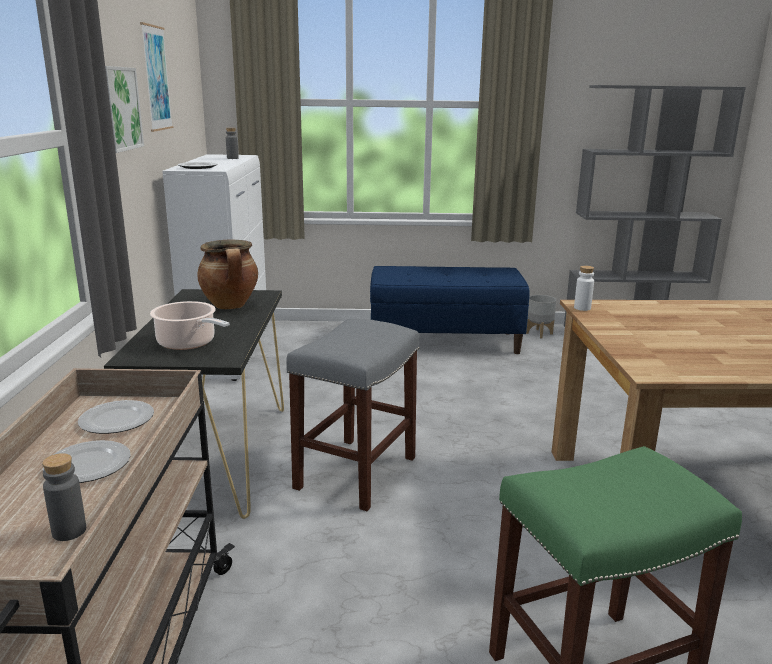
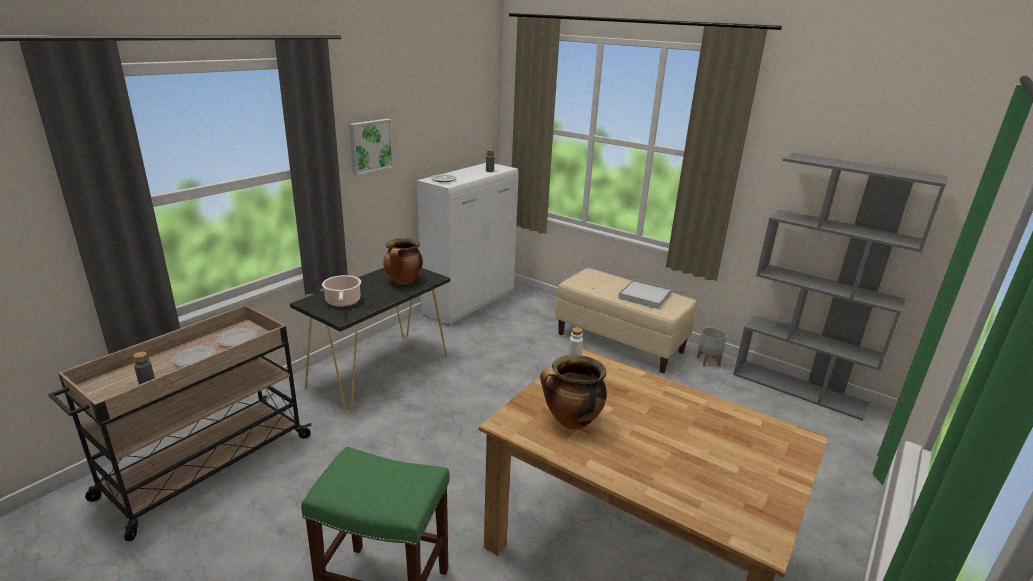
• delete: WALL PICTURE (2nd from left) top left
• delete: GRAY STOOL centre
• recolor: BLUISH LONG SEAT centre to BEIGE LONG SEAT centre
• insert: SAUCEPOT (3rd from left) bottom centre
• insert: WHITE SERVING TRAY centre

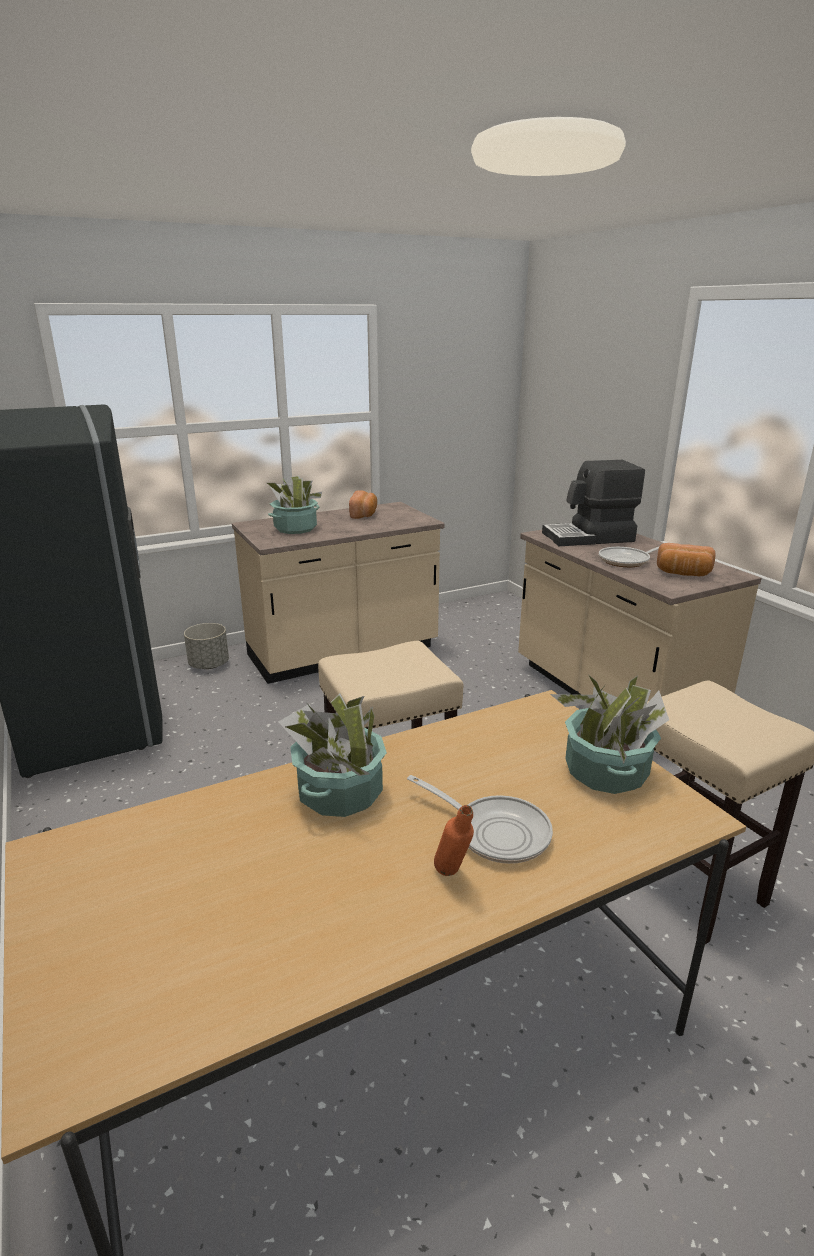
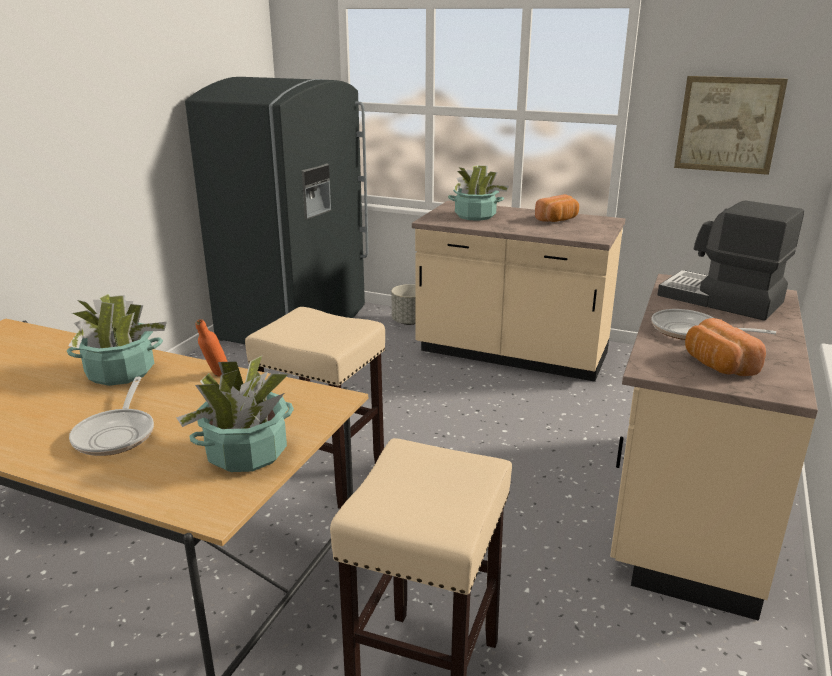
• move: ORANGEY BOTTLE bottom centre to middle left
• insert: WALL PICTURE top right

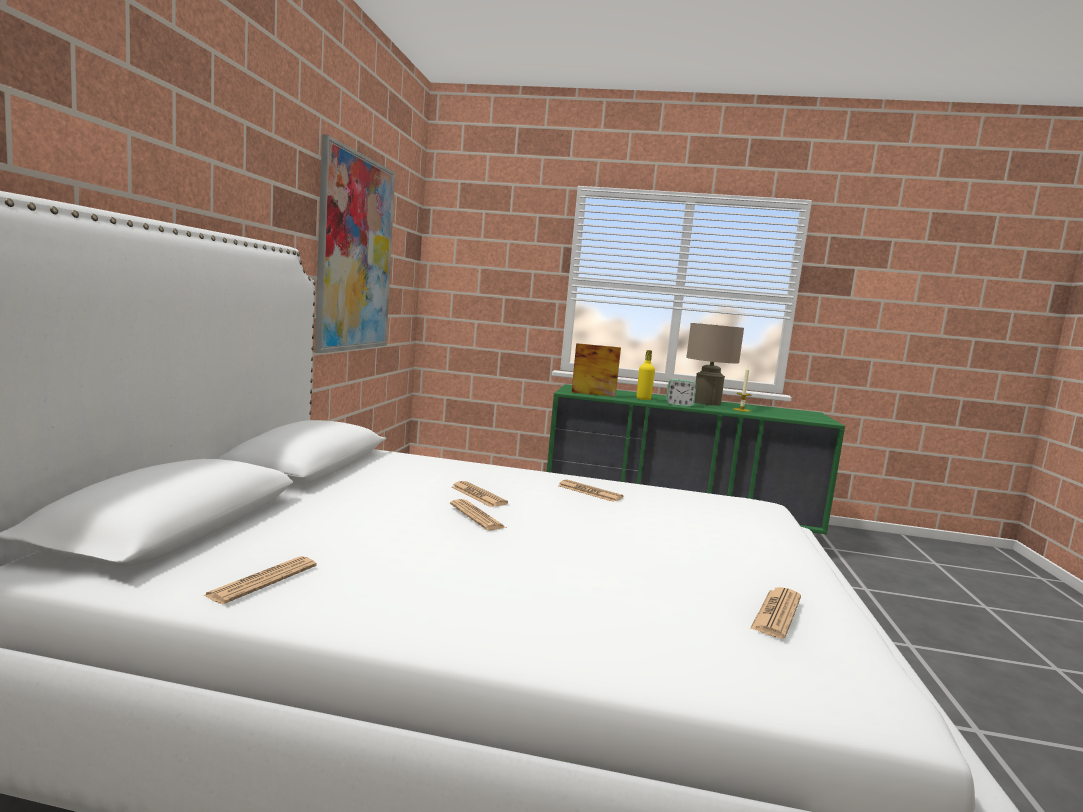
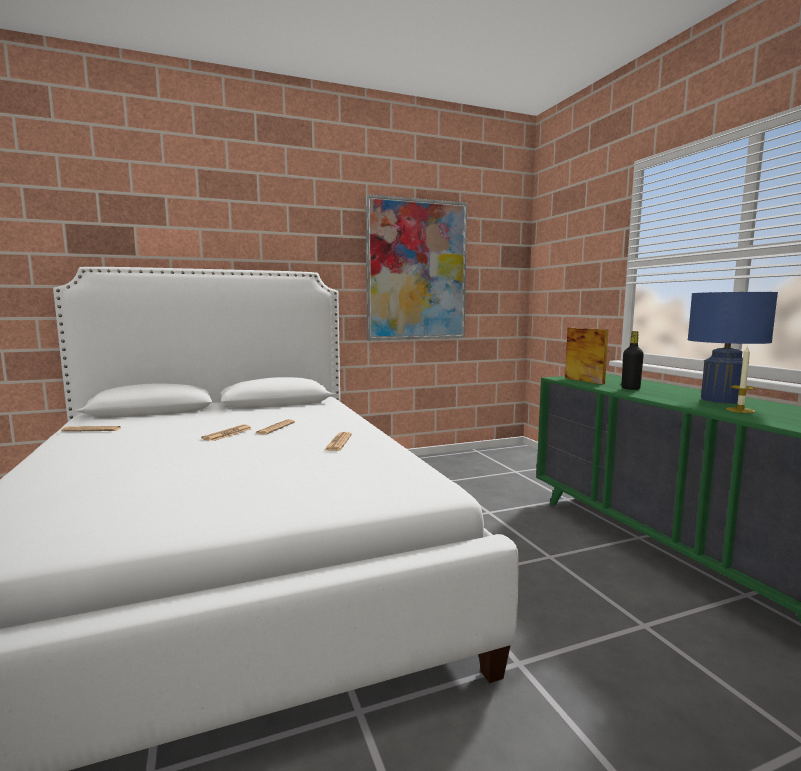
• recolor: YELLOWISH BOTTLE centre to BLACK BOTTLE middle right
• delete: BEDSIDE CLOCK centre
• recolor: BEIGE LAMP FOR A TABLE centre to BLUISH LAMP FOR A TABLE middle right
• delete: DAILY PAPER (5th from left) bottom right

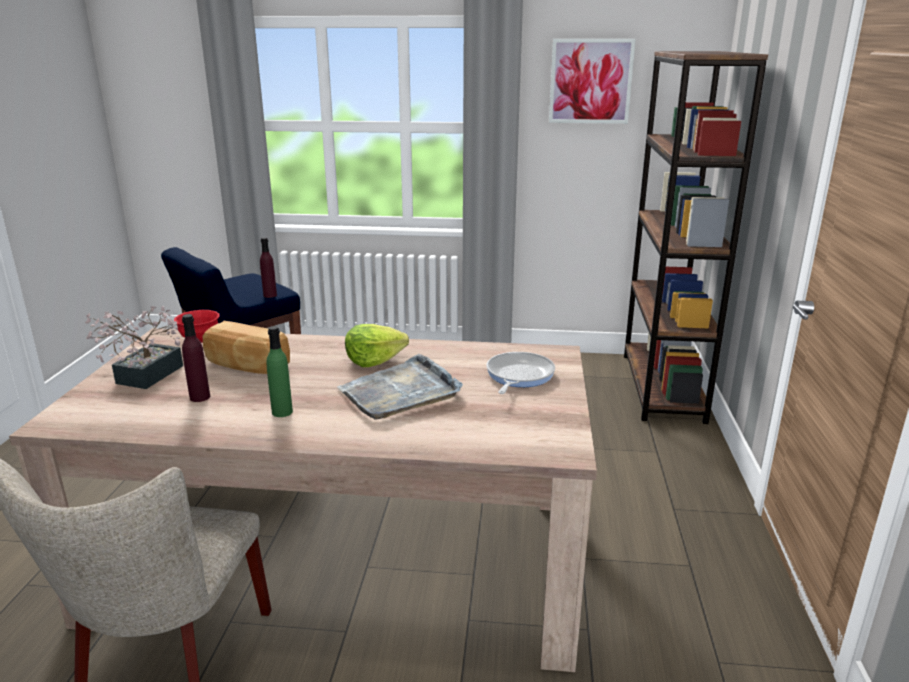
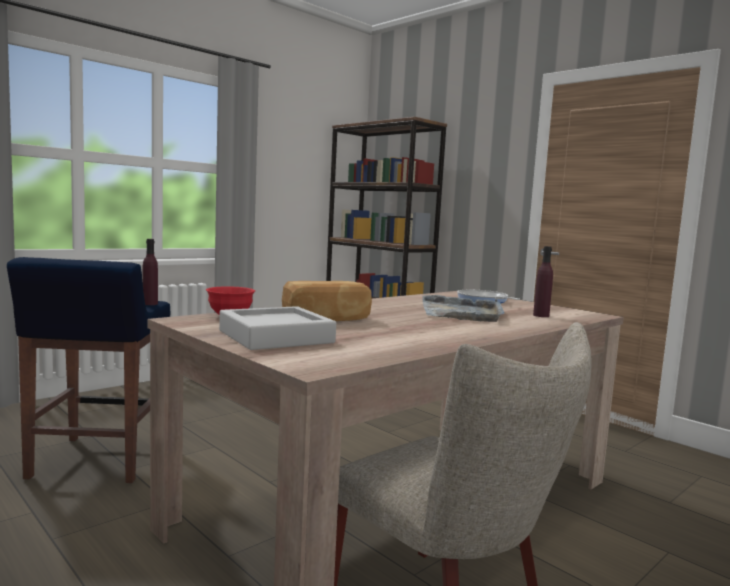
• replace: POTTED PLANT middle left to GRAY SERVING TRAY (1st from left) centre
• move: PURPLE-COLOURED BOTTLE (1st from left in the first image) middle left to PURPLE-COLOURED BOTTLE (2nd from left) middle right
• delete: GREEN-COLOURED BOTTLE middle left
• delete: HEAD OF LETTUCE centre
• delete: WALL PICTURE top centre

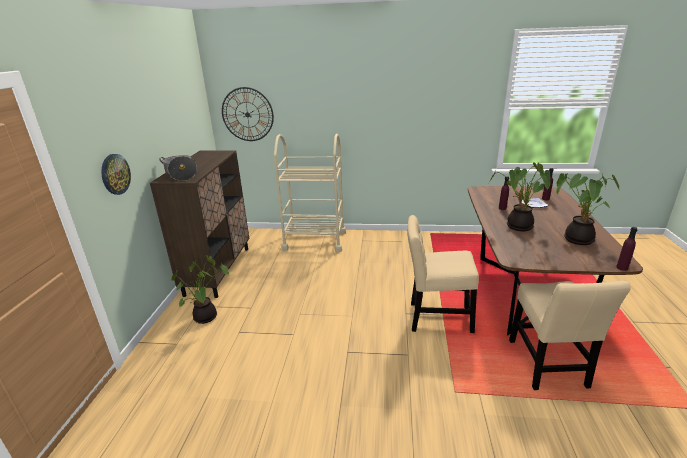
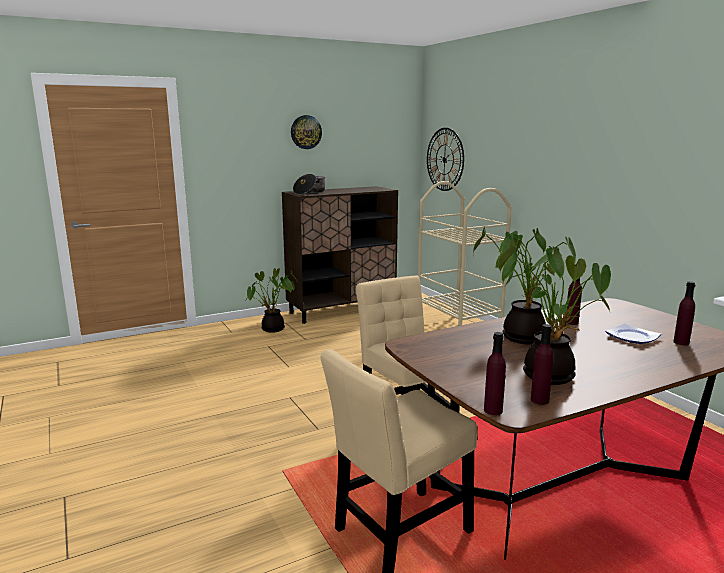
• move: WALL CLOCK (1st from left) middle left to top centre
• insert: PURPLE-COLOURED BOTTLE (2nd from left) middle right

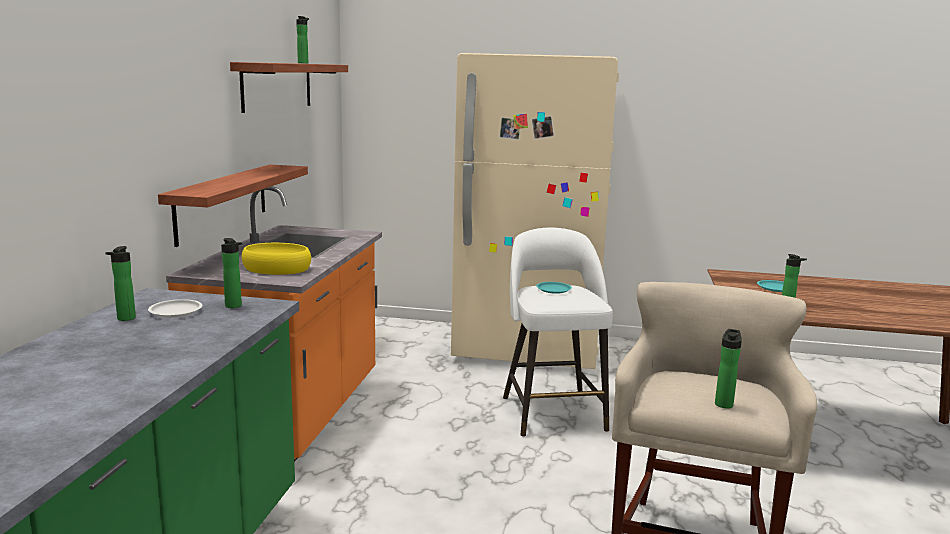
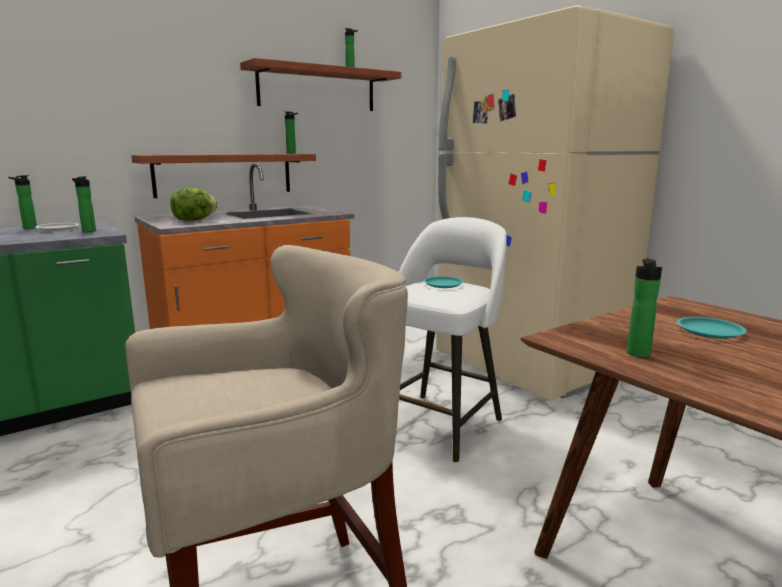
• replace: YELLOWISH DEEP DISH middle left to HEAD OF LETTUCE middle left
• move: BOTTLE (4th from left in the first image) bottom right to BOTTLE (3rd from left) top centre

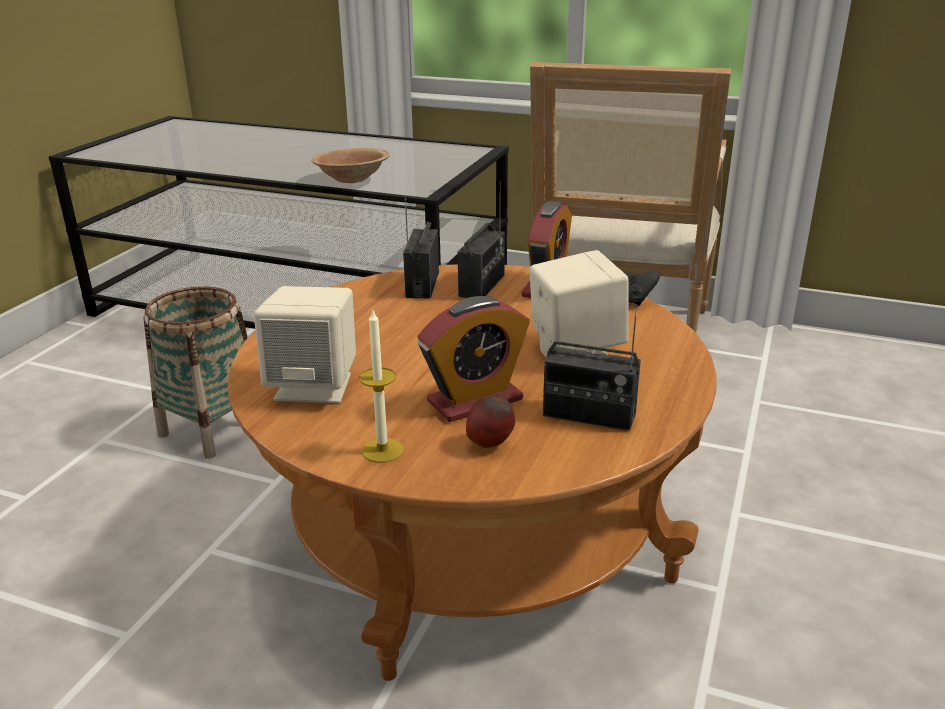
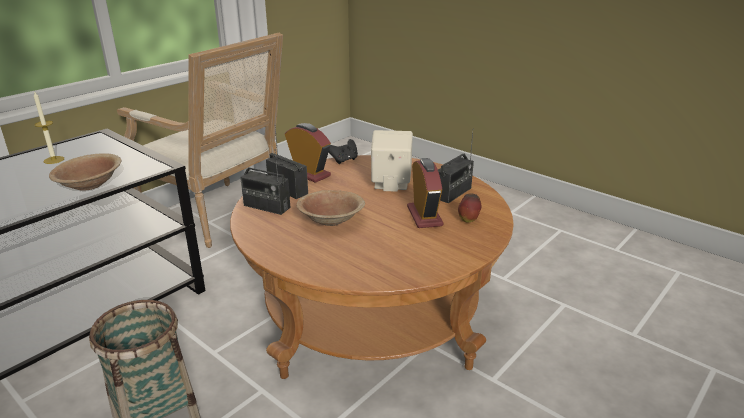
• delete: BEIGE SPEAKER (1st from left) middle left
• move: WAX CANDLE centre to top left
• insert: BROWNISH DEEP DISH (2nd from left) centre

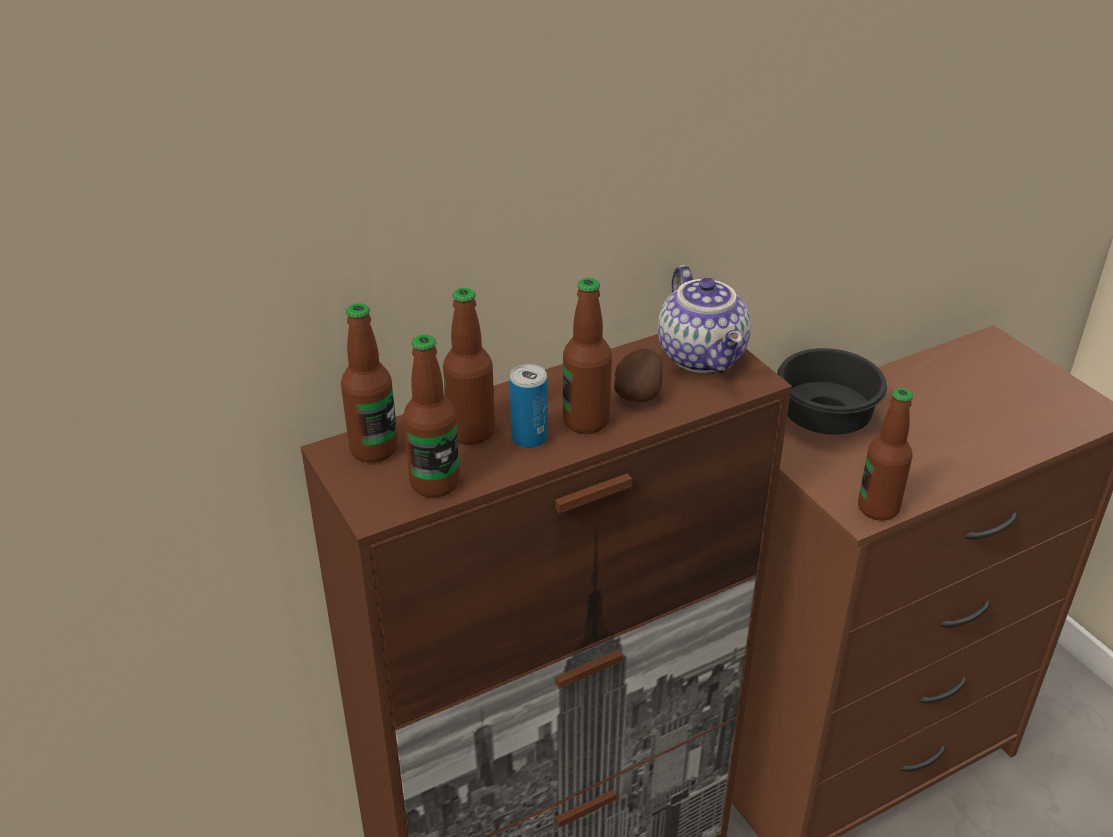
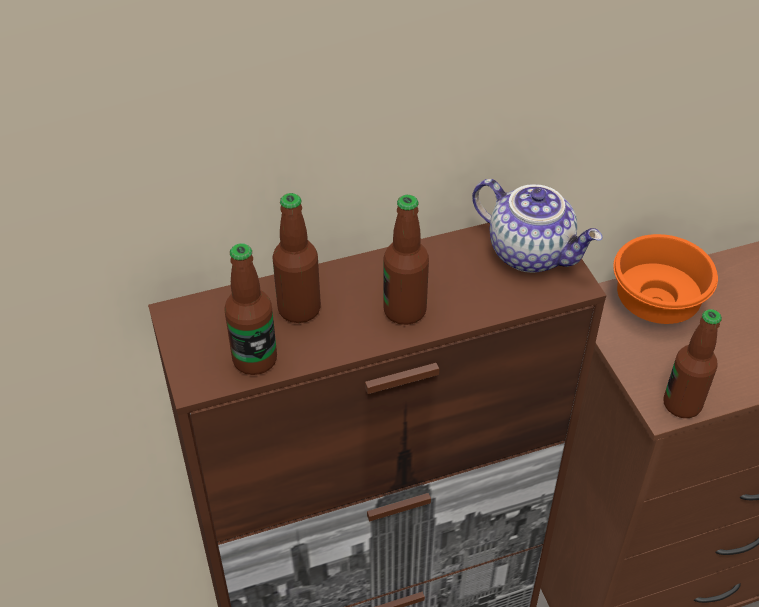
• delete: BOTTLE (1st from left) middle left
• delete: SEALED CAN centre
• delete: POTATO centre
• rotate: POT FOR TEA centre = middle right 45 degrees counterclockwise
• recolor: BLACK DEEP DISH middle right to ORANGEY DEEP DISH middle right

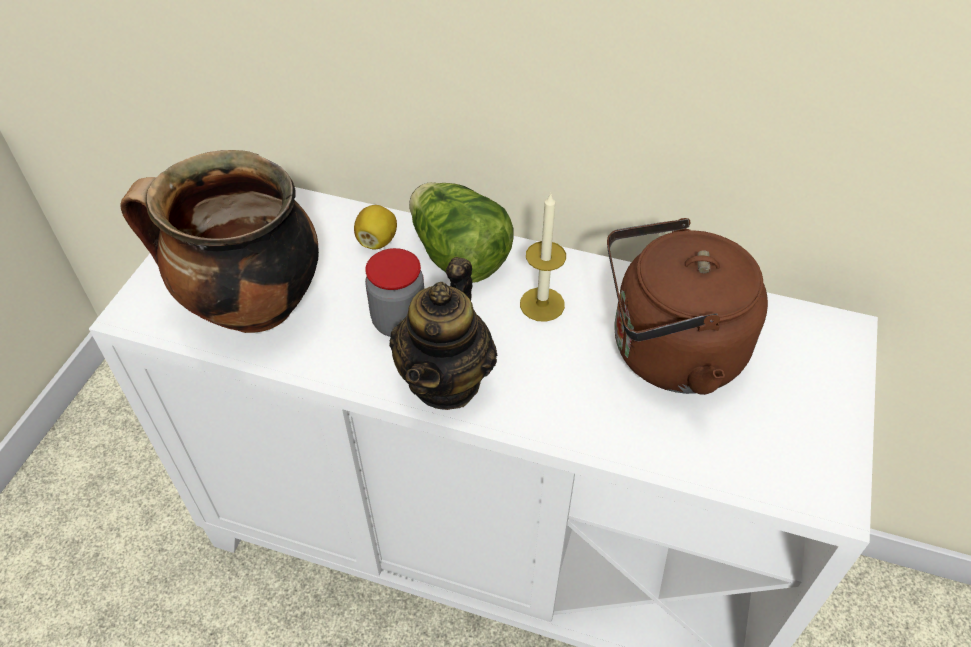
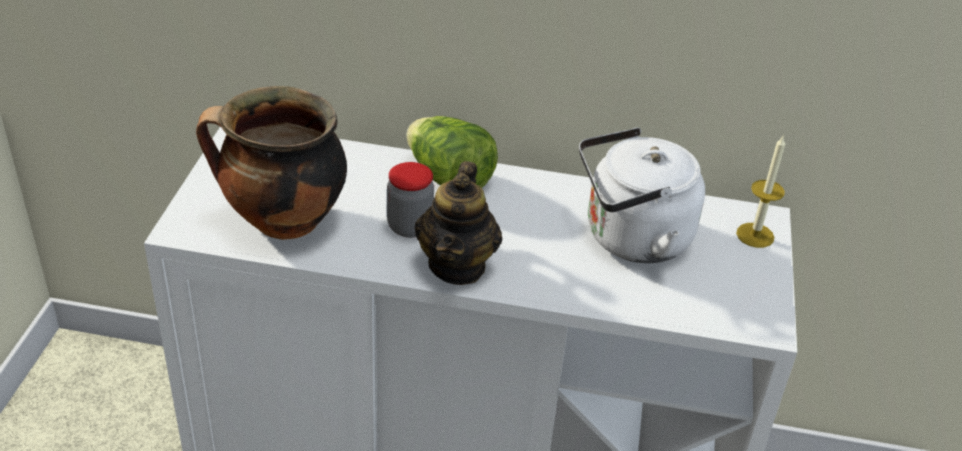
• delete: LEMON centre
• move: WAX CANDLE centre to middle right
• recolor: BROWNISH TEA KETTLE middle right to WHITE TEA KETTLE middle right

